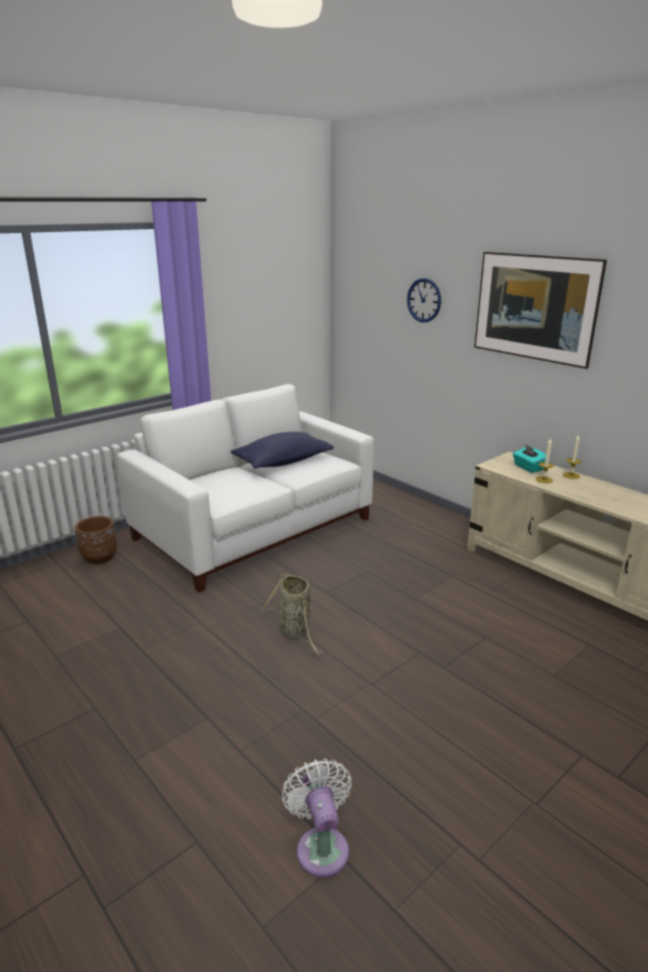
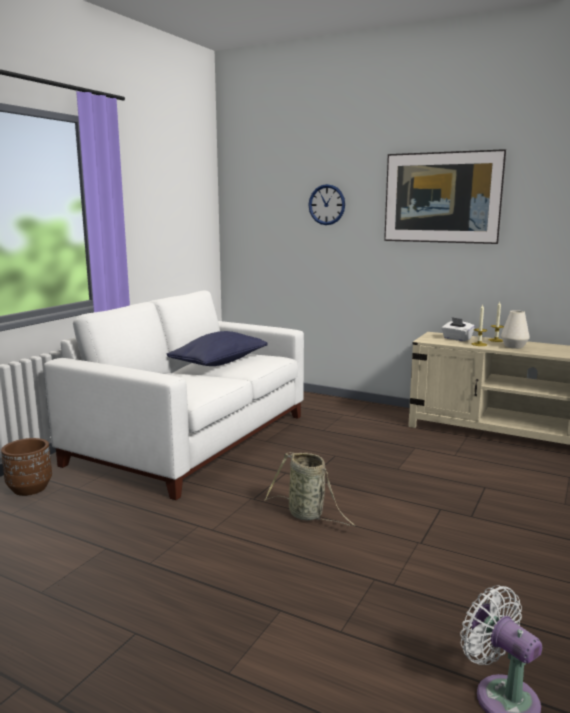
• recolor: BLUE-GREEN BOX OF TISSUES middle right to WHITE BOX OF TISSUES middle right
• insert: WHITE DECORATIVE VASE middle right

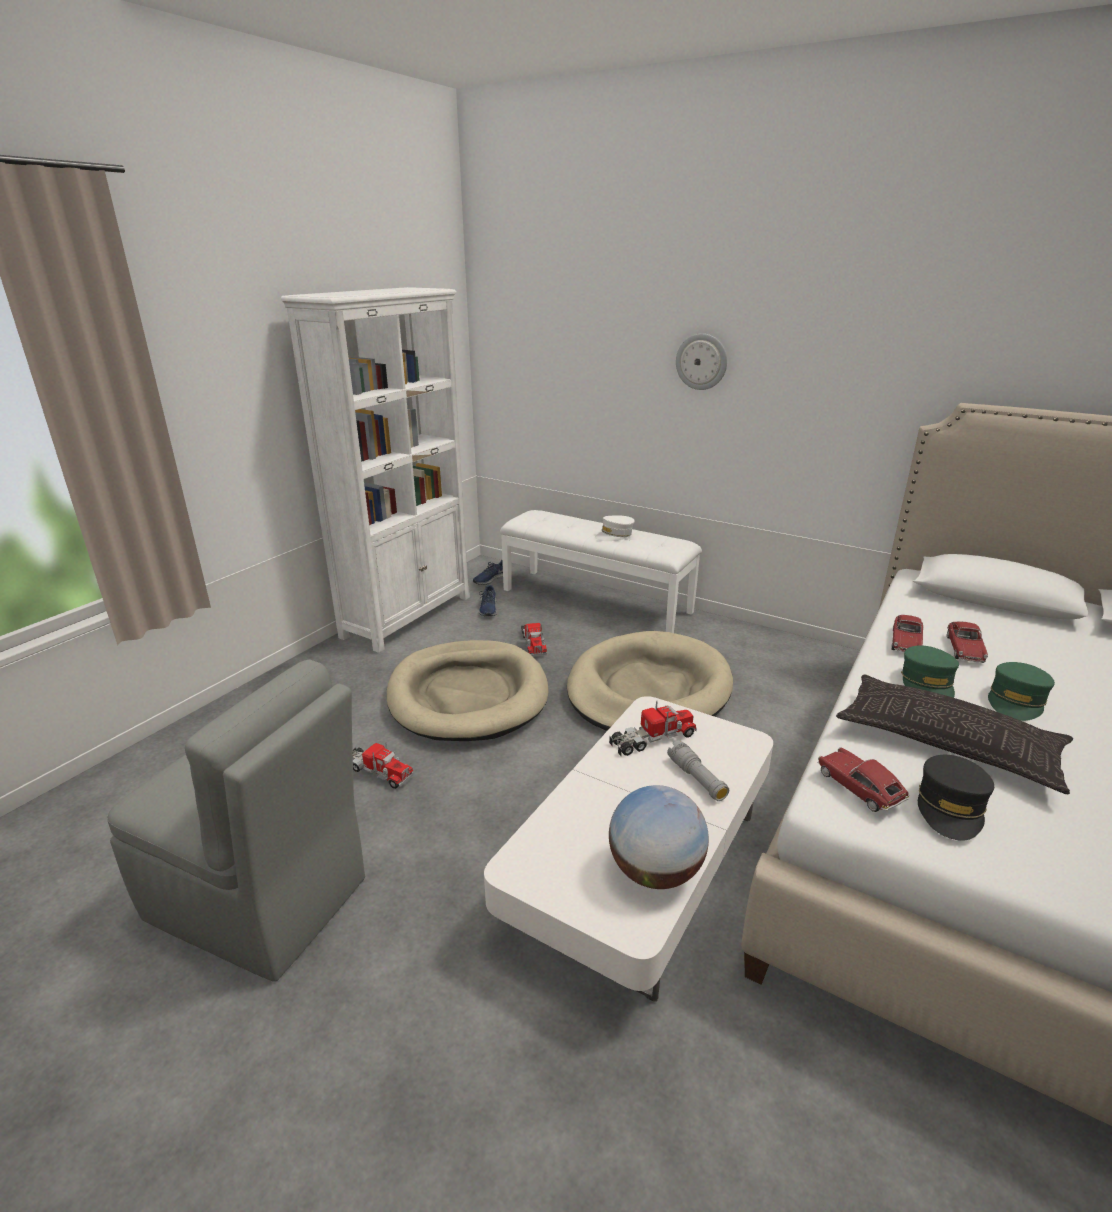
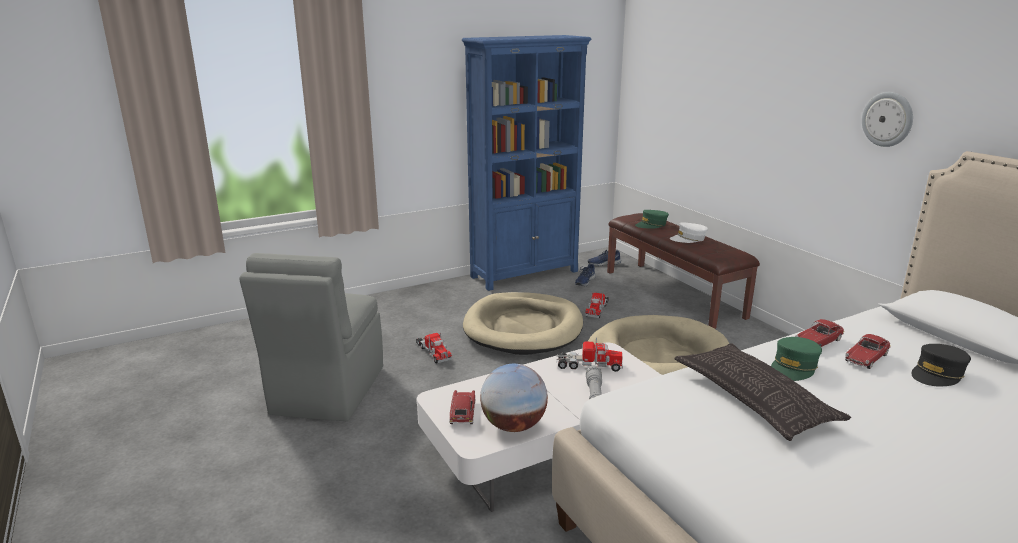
• rotate: GRAY UPRIGHT CHAIR bottom left = middle left 45 degrees clockwise
• recolor: WHITE BOOKSHELF centre to BLUISH BOOKSHELF top centre
• recolor: WHITE LONG SEAT centre to BROWNISH LONG SEAT middle right
• move: WALL CLOCK top centre to top right
• move: MODEL CAR (1st from left) middle right to bottom centre
• move: BLACK PEAKED CAP middle right to bottom right
• move: GREEN-COLOURED PEAKED CAP (2nd from left in the first image) middle right to GREEN-COLOURED PEAKED CAP (1st from left) centre

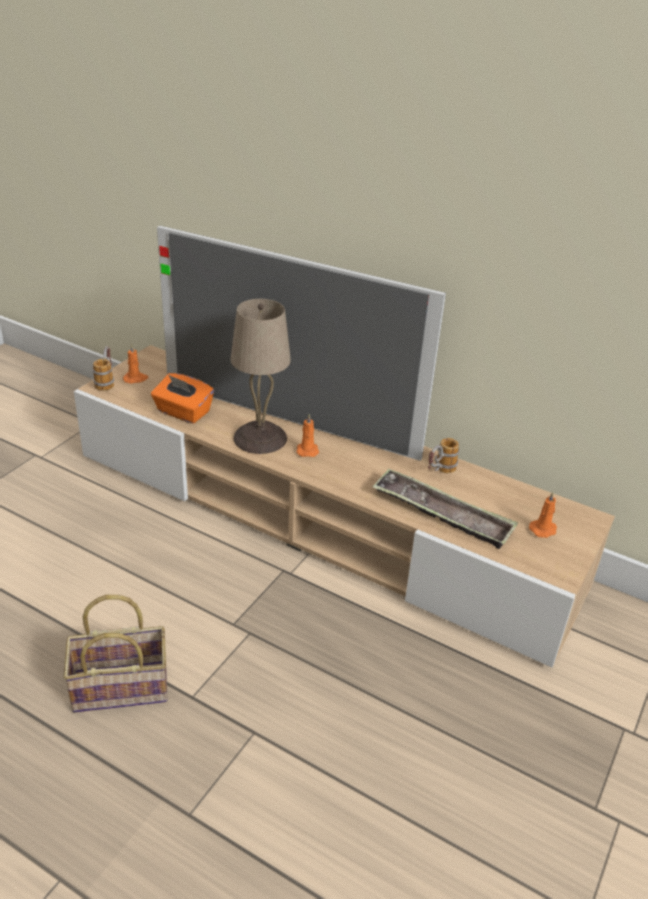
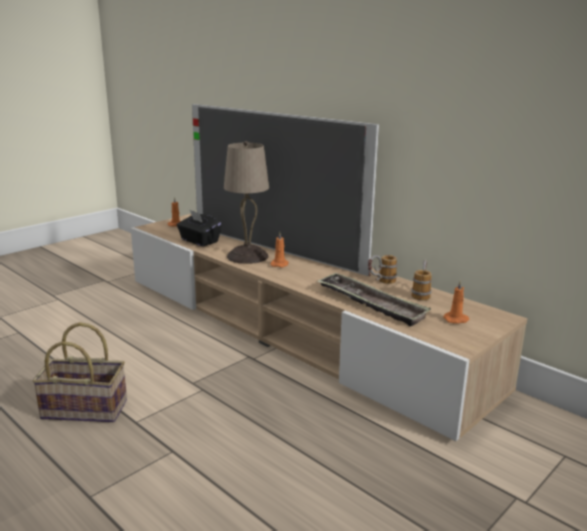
• move: COFFEE MUG (1st from left in the first image) middle left to COFFEE MUG (2nd from left) middle right
• recolor: ORANGEY BOX OF TISSUES middle left to BLACK BOX OF TISSUES centre

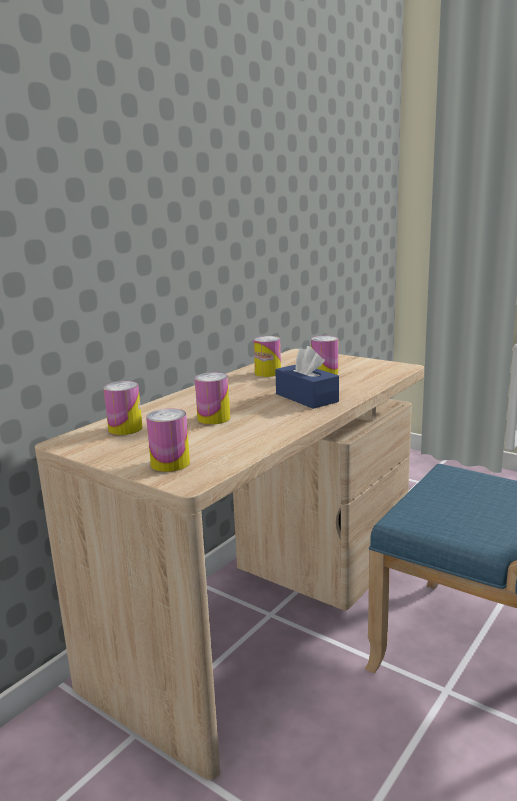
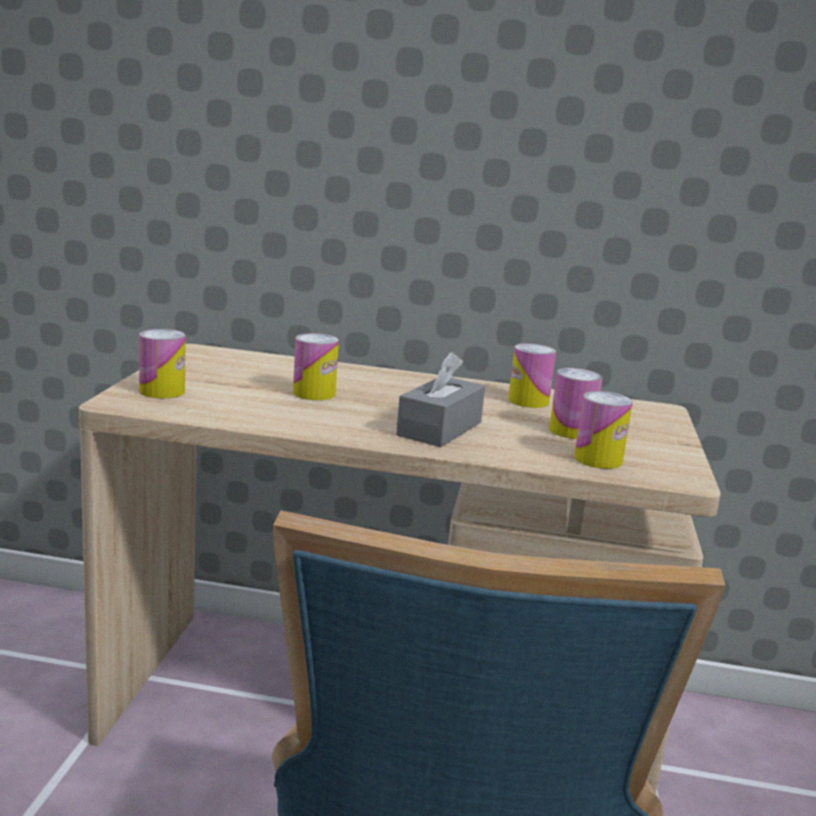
• move: SEALED CAN (1st from left in the first image) middle left to SEALED CAN (5th from left) middle right
• recolor: BLUISH BOX OF TISSUES centre to GRAY BOX OF TISSUES centre

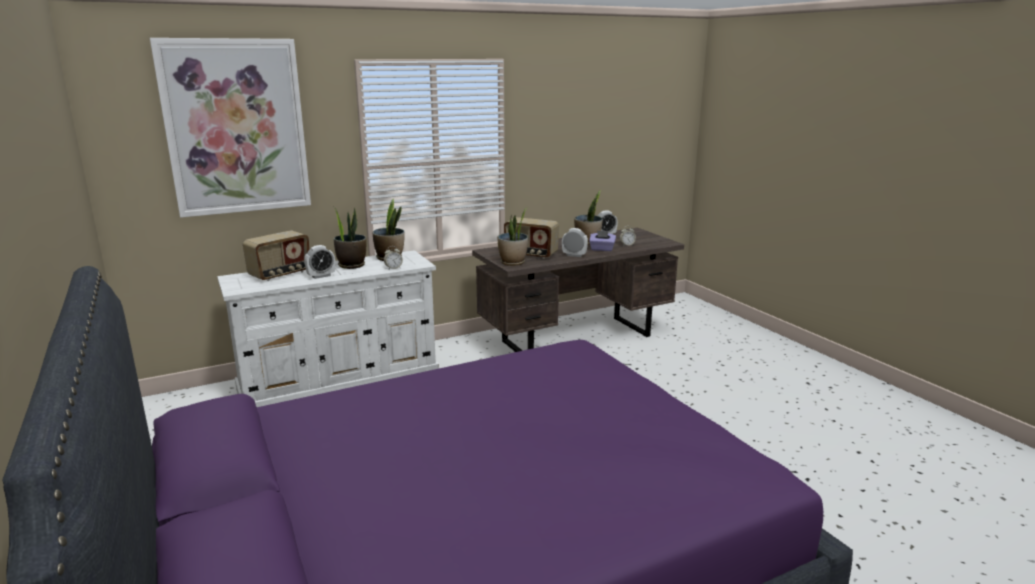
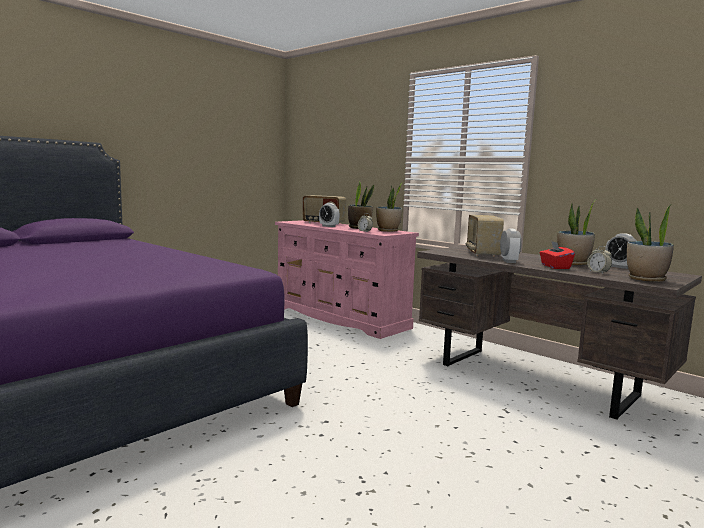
• delete: WALL PICTURE top left
• recolor: WHITE DRESSER middle left to PINK DRESSER centre
• move: POTTED PLANT (3rd from left in the first image) centre to POTTED PLANT (4th from left) middle right
• recolor: PURPLE-COLOURED BOX OF TISSUES centre to RED-COLOURED BOX OF TISSUES middle right

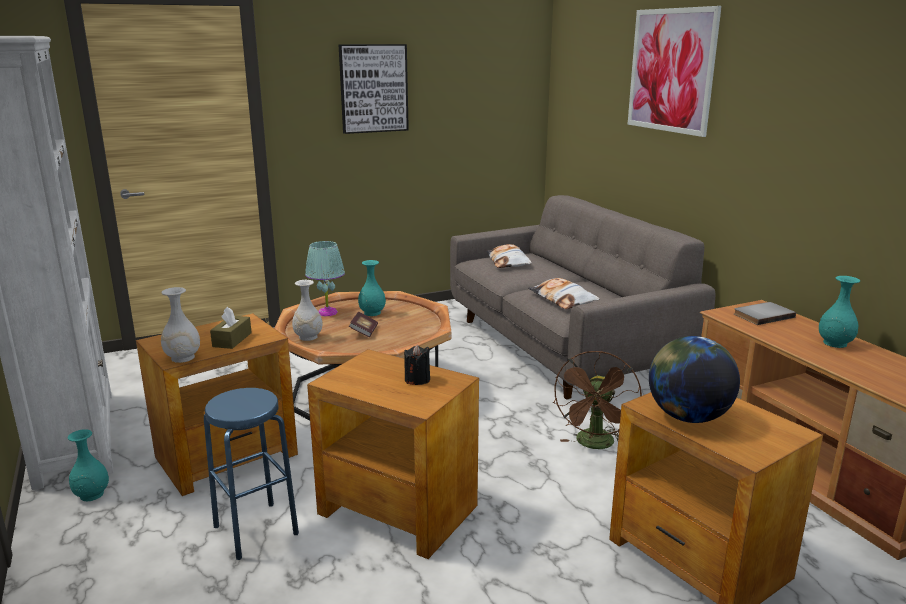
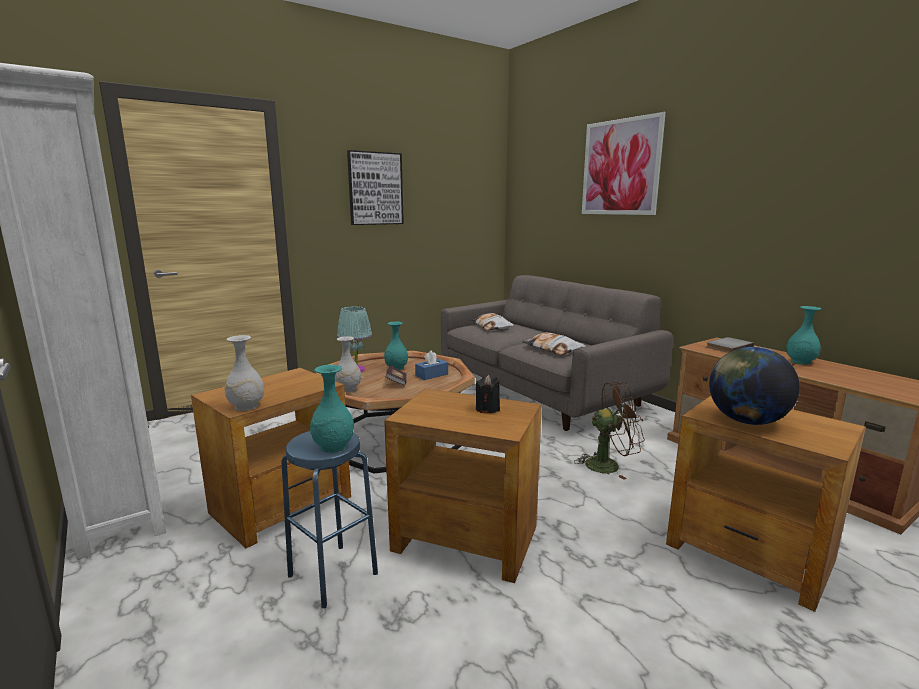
• move: BLUE-GREEN DECORATIVE VASE (1st from left) bottom left to centre
• delete: BROWNISH BOX OF TISSUES middle left
• rotate: BROWNISH FAN centre = centre 105 degrees counterclockwise
• insert: BLUISH BOX OF TISSUES centre

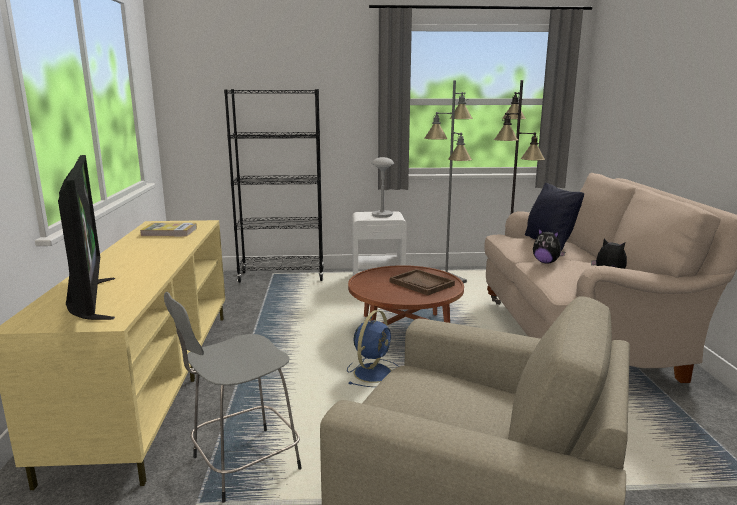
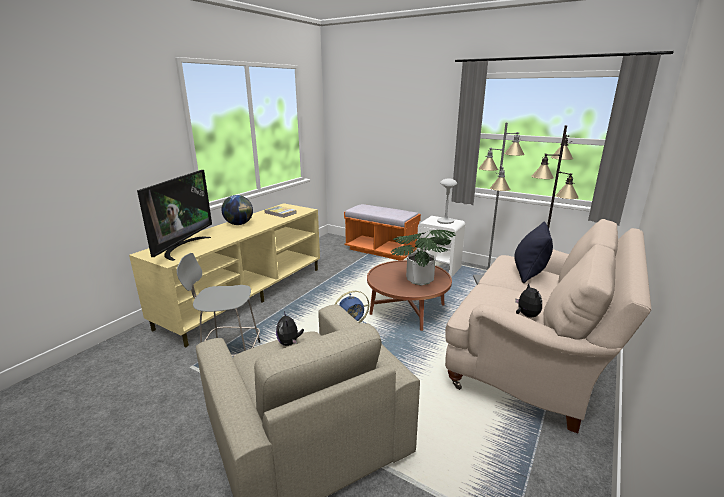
• replace: BLACK BOOKSHELF centre to ORANGEY LONG SEAT centre
• replace: BROWNISH SERVING TRAY centre to POTTED PLANT centre
• move: SOFT TOY (1st from left) middle right to centre
• insert: WORLD GLOBE middle left

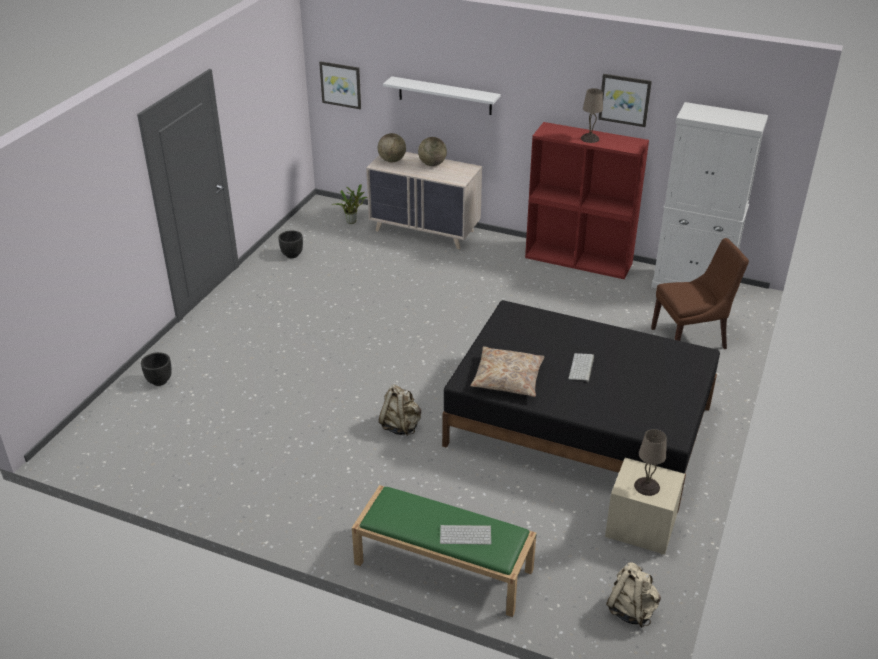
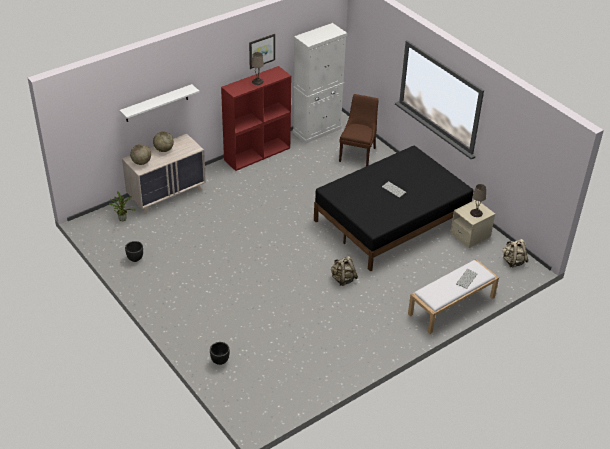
• delete: WALL PICTURE (1st from left) top centre
• recolor: GREEN-COLOURED LONG SEAT bottom centre to WHITE LONG SEAT middle right
• delete: BEIGE PILLOW centre

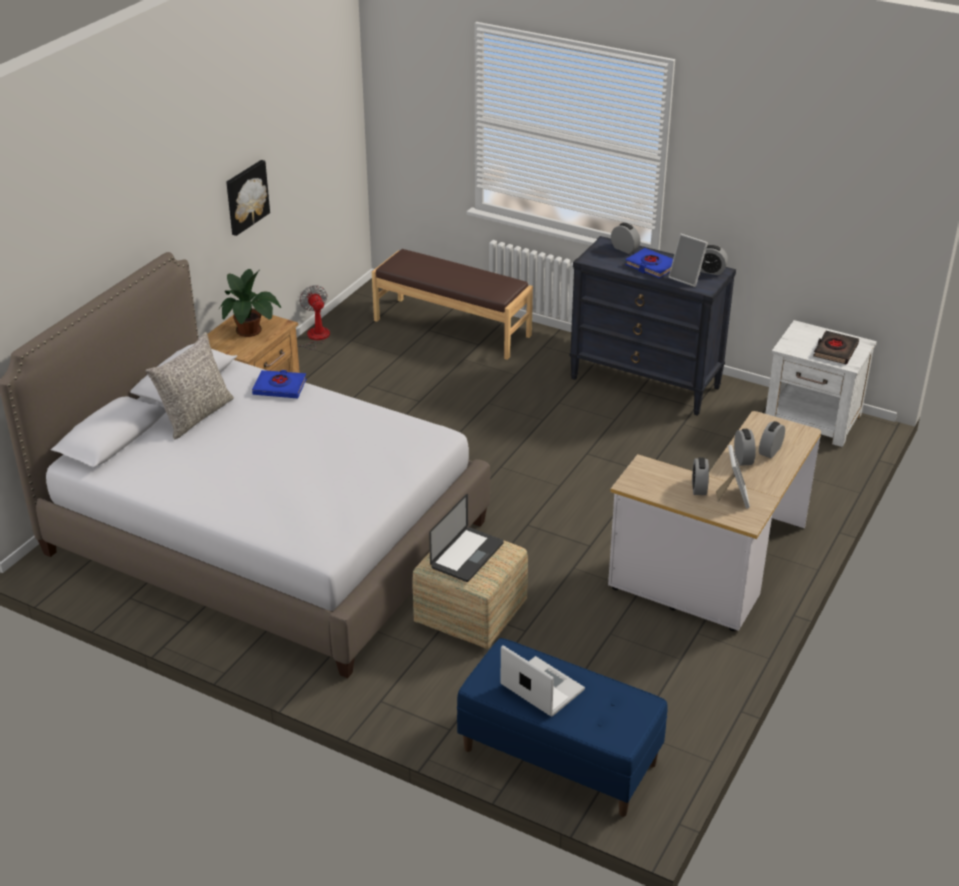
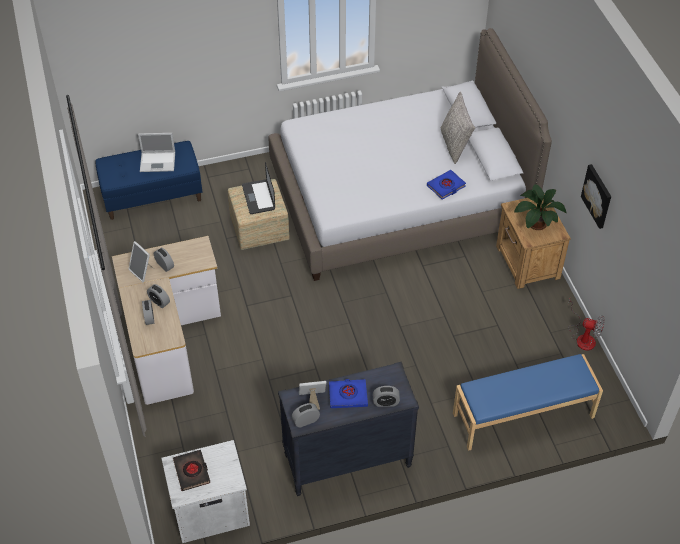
• recolor: BROWNISH LONG SEAT centre to BLUISH LONG SEAT (2nd from left) bottom right

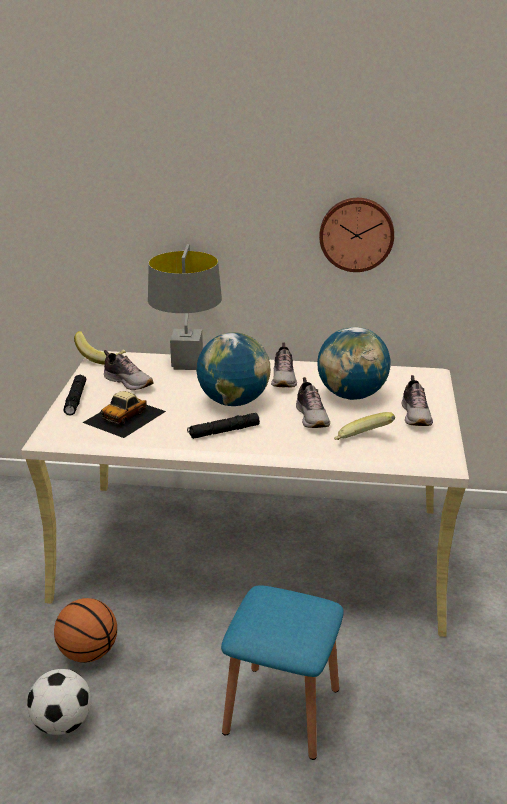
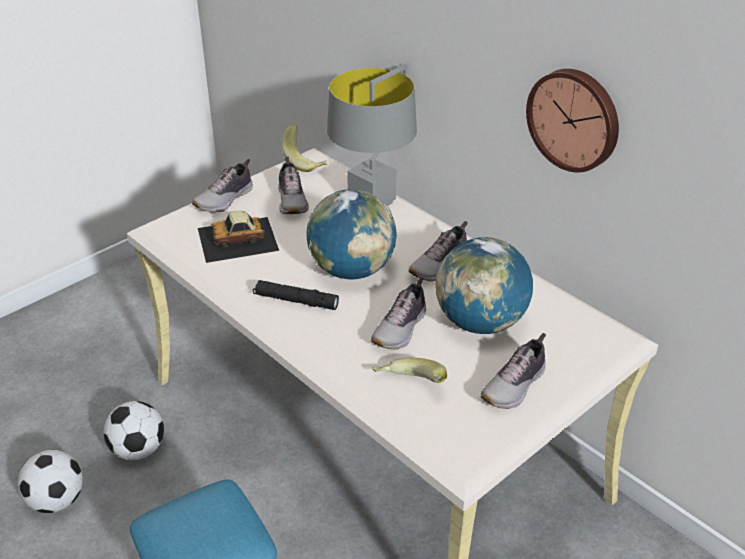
• replace: BASKETBALL BALL bottom left to FOOTBALL (2nd from left) bottom left
• replace: BLACK TORCH (1st from left) middle left to LOW SHOE (1st from left) top left

